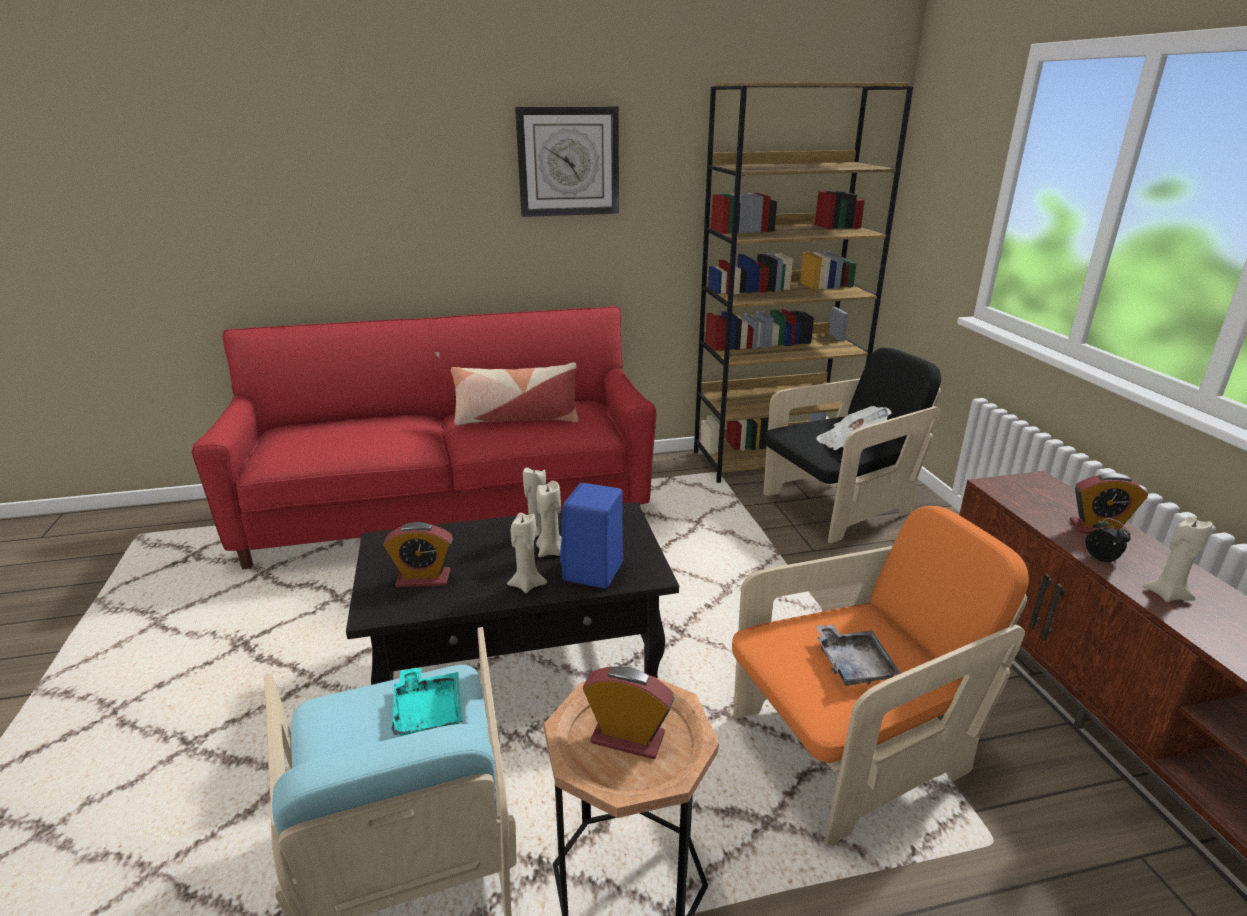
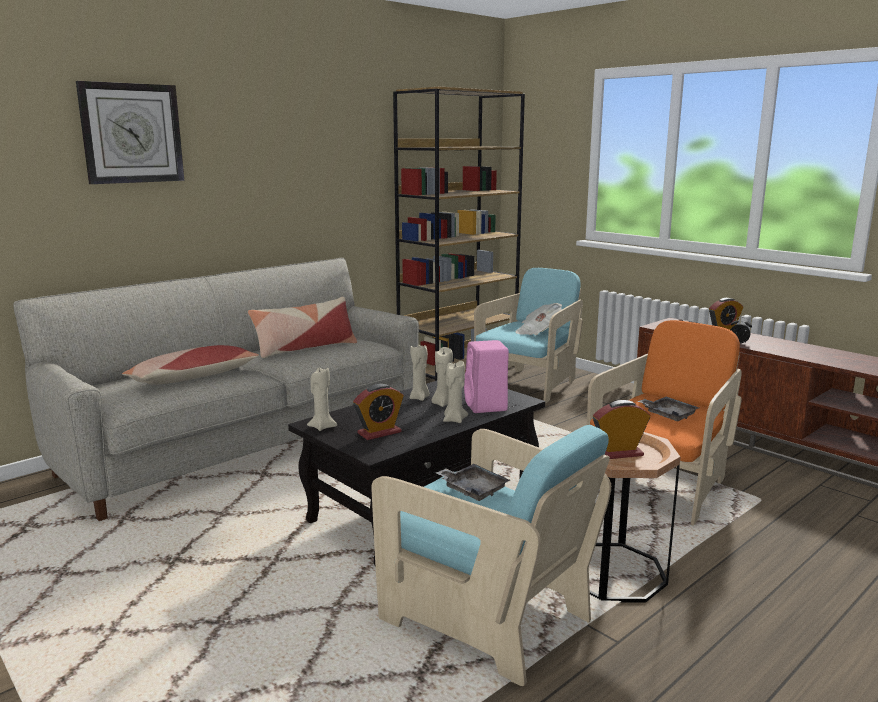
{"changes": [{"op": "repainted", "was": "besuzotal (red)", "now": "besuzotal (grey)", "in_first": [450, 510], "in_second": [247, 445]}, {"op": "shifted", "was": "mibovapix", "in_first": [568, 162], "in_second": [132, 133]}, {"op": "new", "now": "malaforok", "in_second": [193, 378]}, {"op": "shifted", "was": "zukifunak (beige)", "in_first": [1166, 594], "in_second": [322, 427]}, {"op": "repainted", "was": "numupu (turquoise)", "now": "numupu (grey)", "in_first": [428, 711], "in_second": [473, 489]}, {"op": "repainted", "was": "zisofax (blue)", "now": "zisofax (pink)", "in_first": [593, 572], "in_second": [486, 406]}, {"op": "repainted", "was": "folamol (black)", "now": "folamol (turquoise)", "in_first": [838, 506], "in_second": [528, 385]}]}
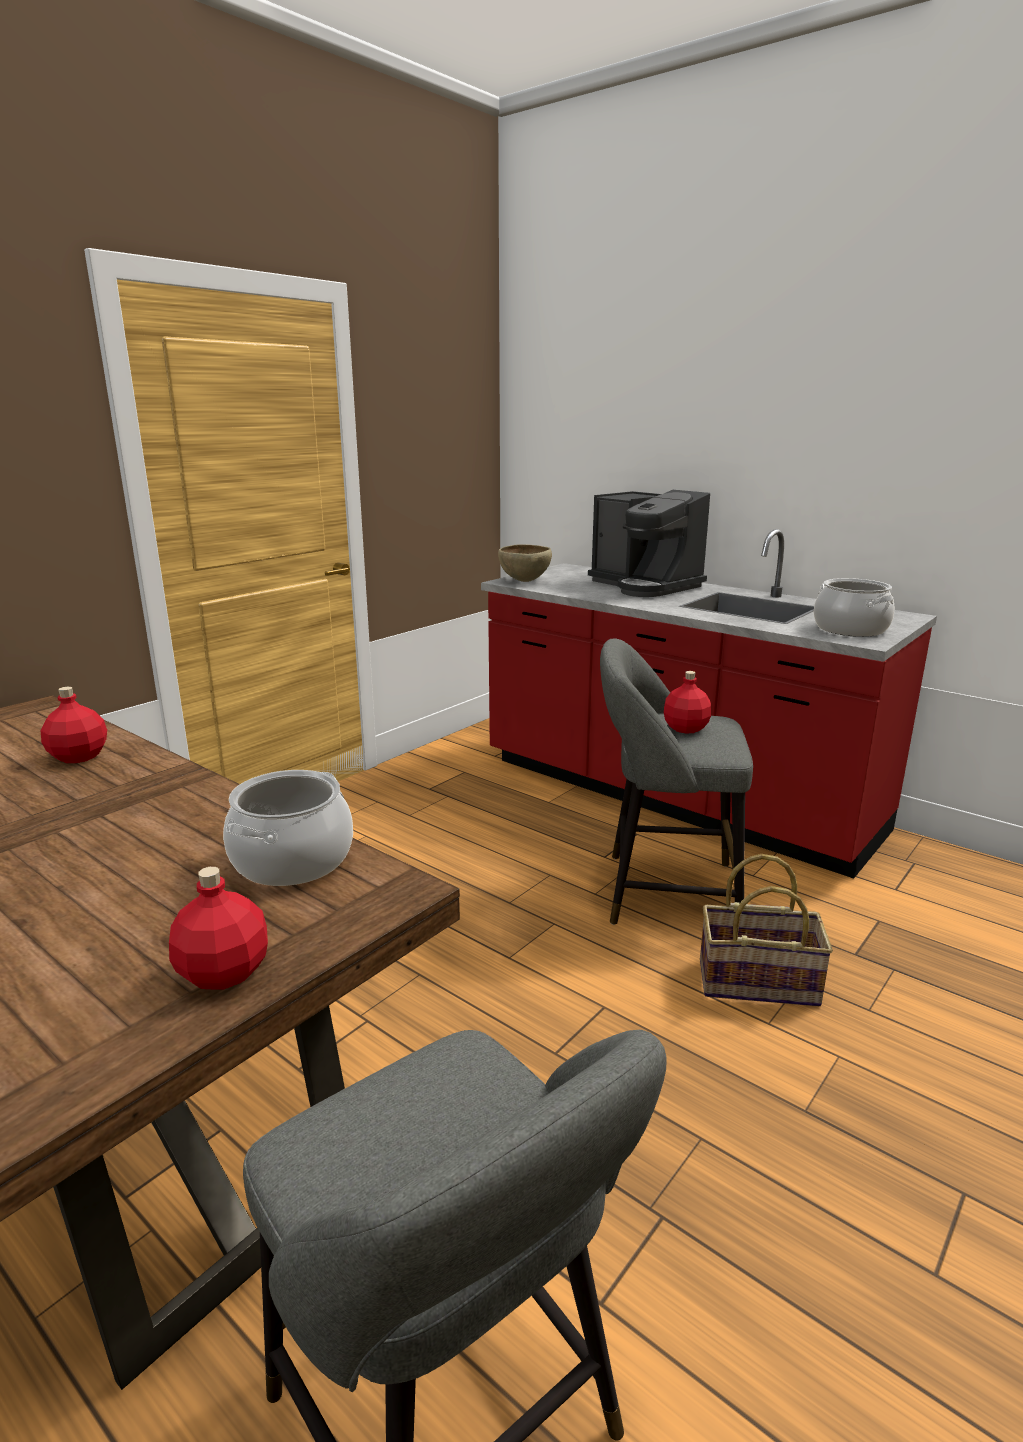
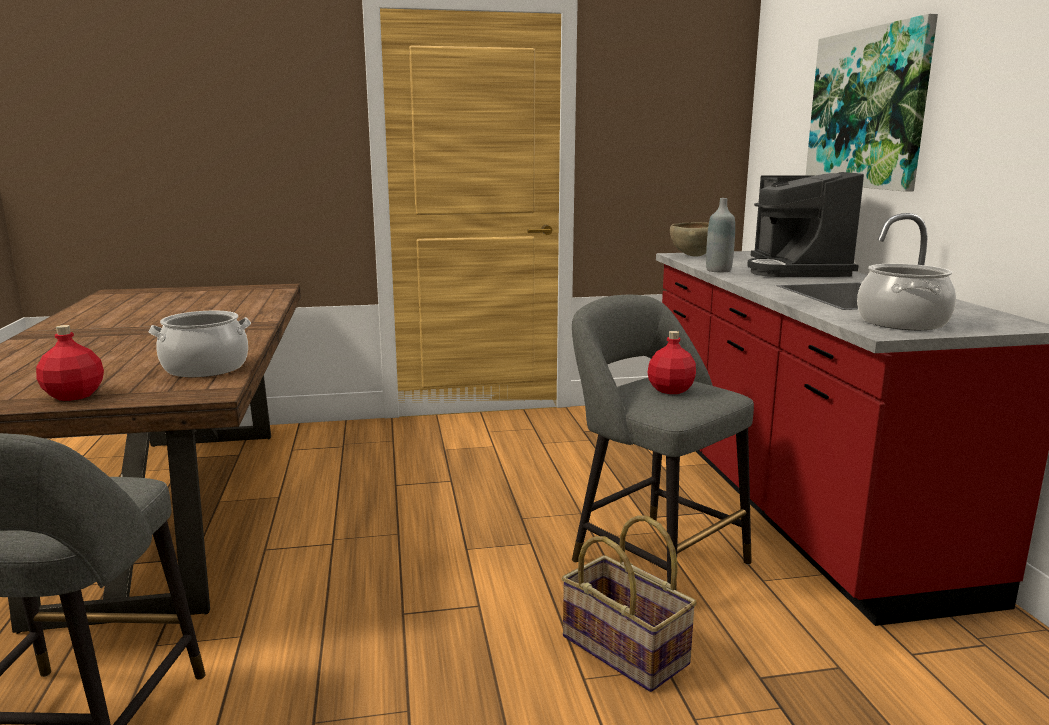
{"changes": [{"op": "new", "now": "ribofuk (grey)", "in_second": [718, 270]}, {"op": "new", "now": "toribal", "in_second": [867, 109]}, {"op": "gone", "was": "ribofuk (red)", "in_first": [80, 756]}]}
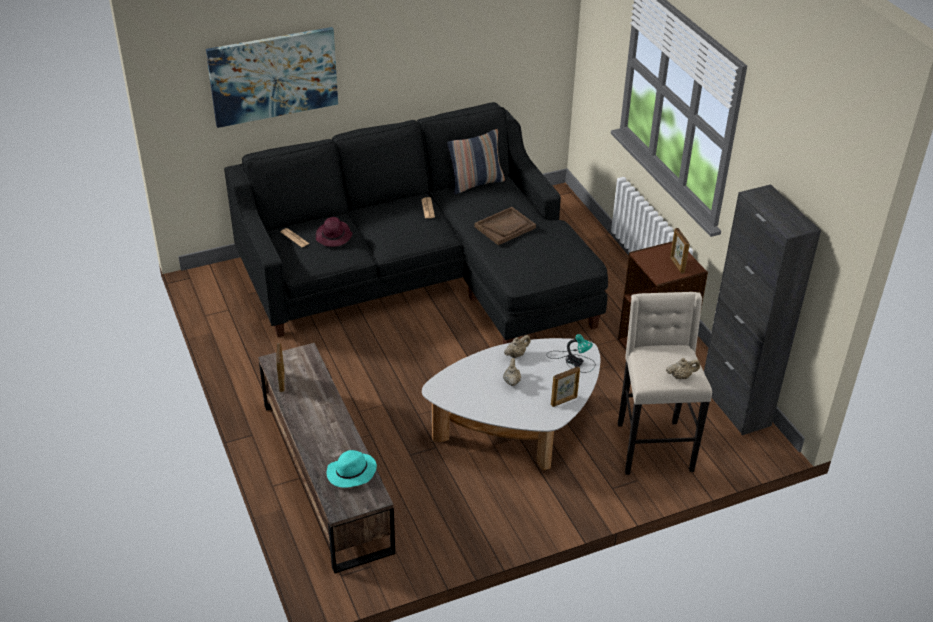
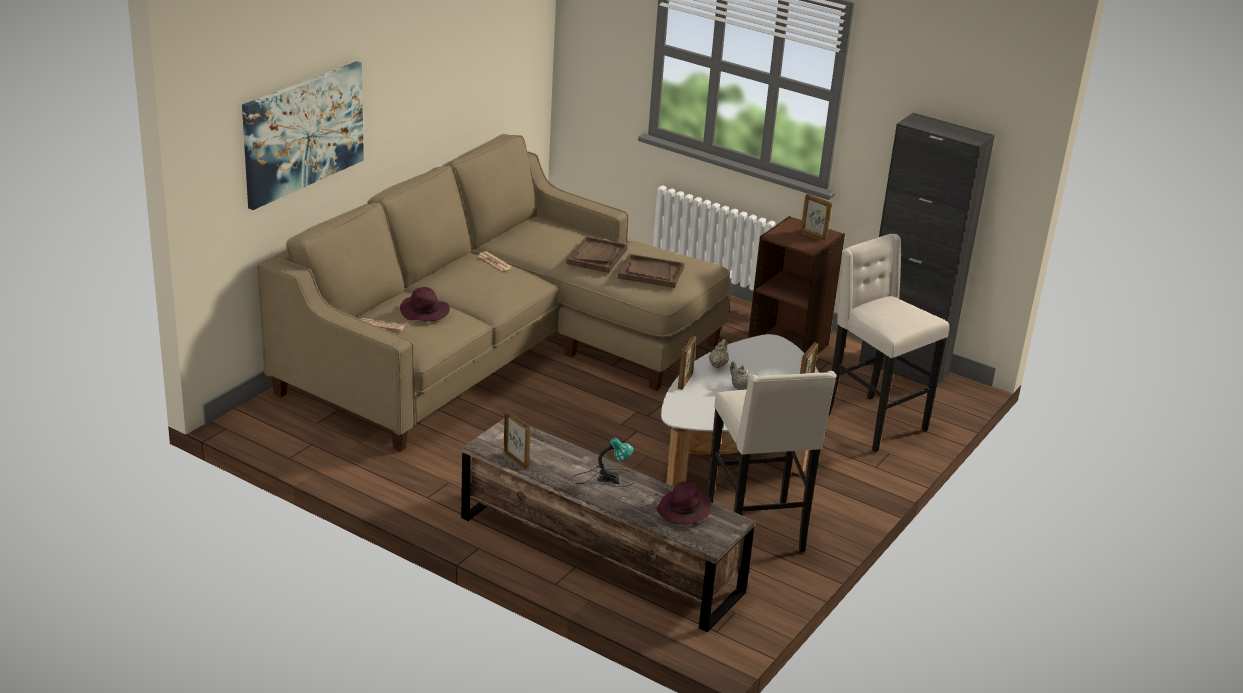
{"changes": [{"op": "repainted", "was": "besuzotal (black)", "now": "besuzotal (beige)", "in_first": [424, 276], "in_second": [497, 350]}, {"op": "shifted", "was": "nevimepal", "in_first": [573, 360], "in_second": [605, 477]}, {"op": "new", "now": "numupu (brown)", "in_second": [650, 273]}, {"op": "repainted", "was": "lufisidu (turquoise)", "now": "lufisidu (purple)", "in_first": [351, 473], "in_second": [684, 511]}, {"op": "new", "now": "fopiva", "in_second": [685, 381]}, {"op": "new", "now": "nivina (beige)", "in_second": [757, 531]}, {"op": "gone", "was": "malaforok", "in_first": [476, 183]}, {"op": "gone", "was": "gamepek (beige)", "in_first": [681, 376]}]}
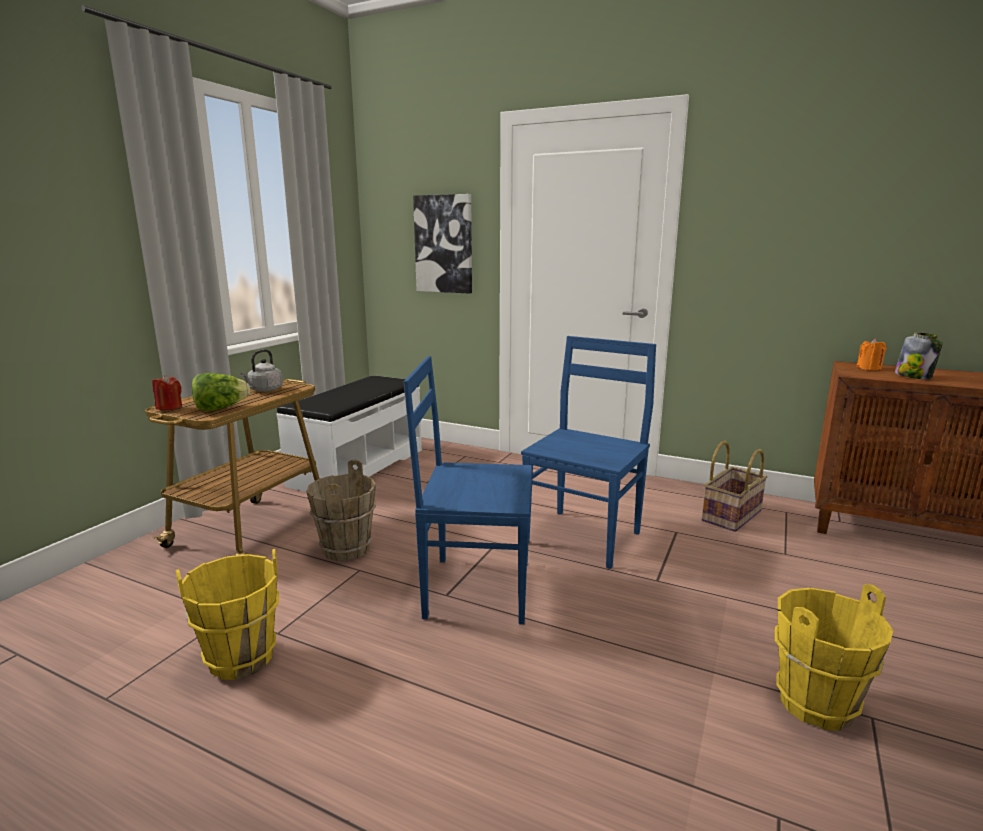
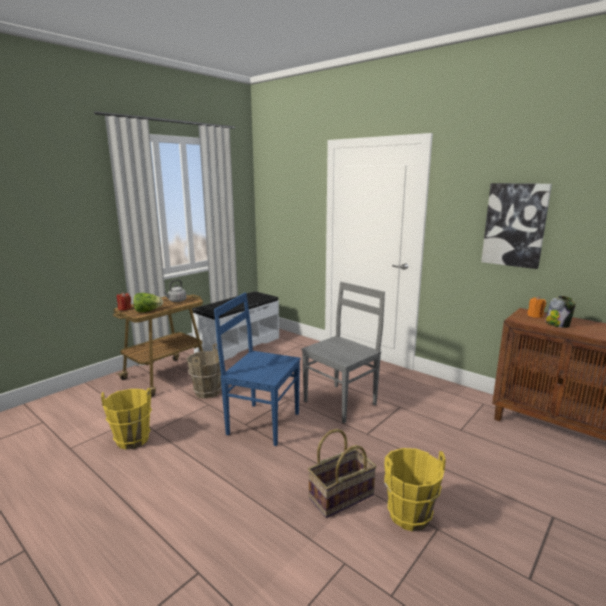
{"changes": [{"op": "repainted", "was": "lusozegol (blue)", "now": "lusozegol (grey)", "in_first": [584, 536], "in_second": [341, 402]}, {"op": "shifted", "was": "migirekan", "in_first": [730, 515], "in_second": [341, 496]}, {"op": "shifted", "was": "toribal", "in_first": [444, 244], "in_second": [515, 225]}]}
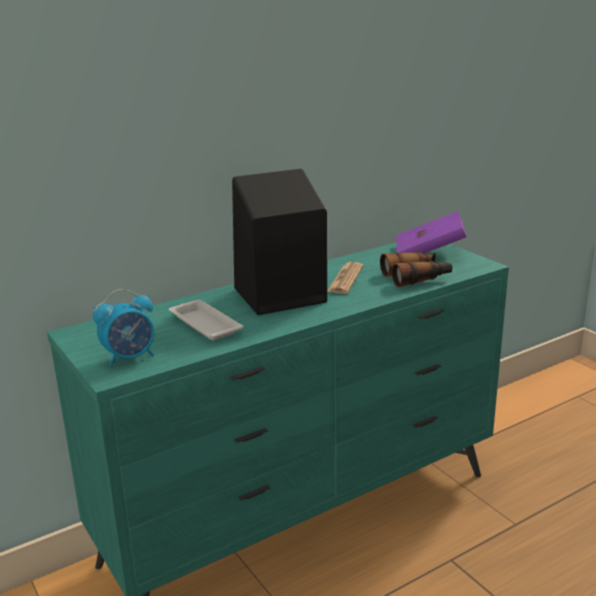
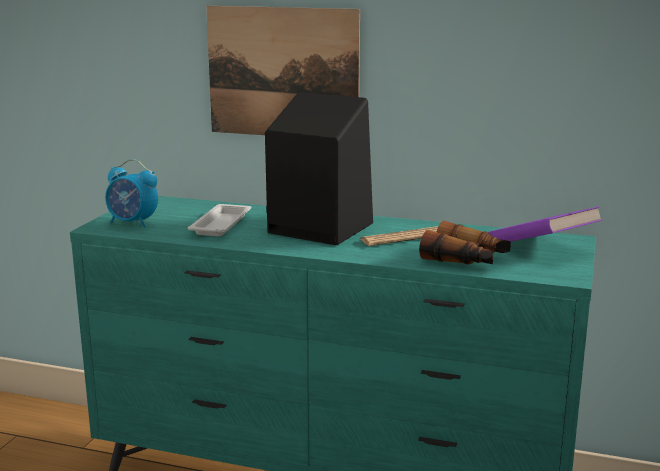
{"changes": [{"op": "new", "now": "toribal", "in_second": [283, 73]}]}
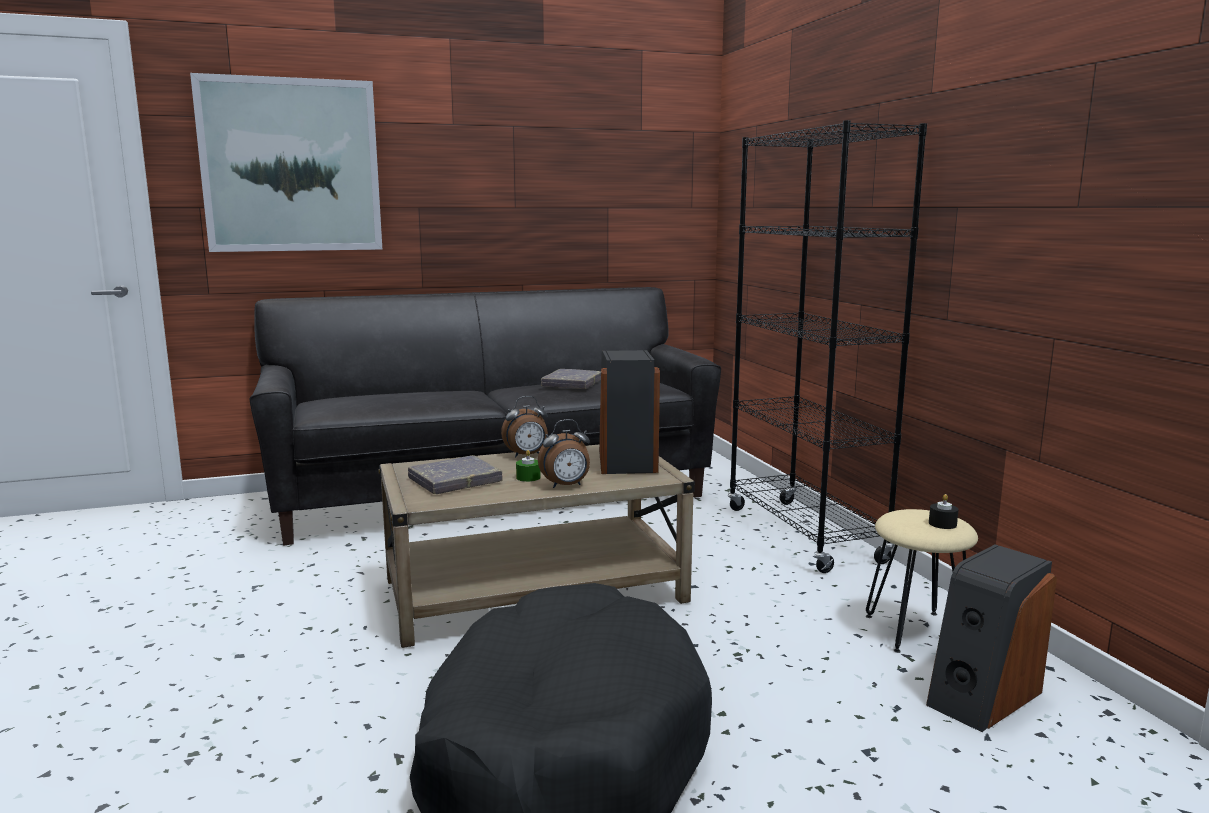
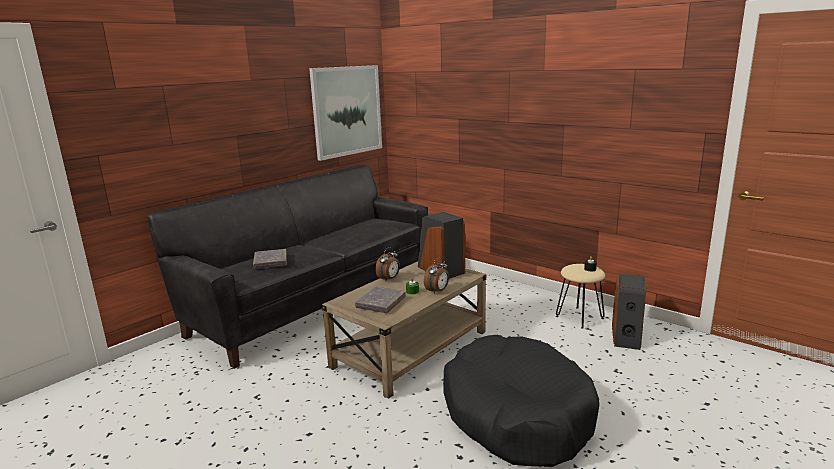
{"changes": [{"op": "shifted", "was": "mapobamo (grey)", "in_first": [572, 384], "in_second": [270, 261]}, {"op": "shifted", "was": "toribal", "in_first": [291, 166], "in_second": [347, 111]}, {"op": "gone", "was": "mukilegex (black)", "in_first": [804, 535]}]}
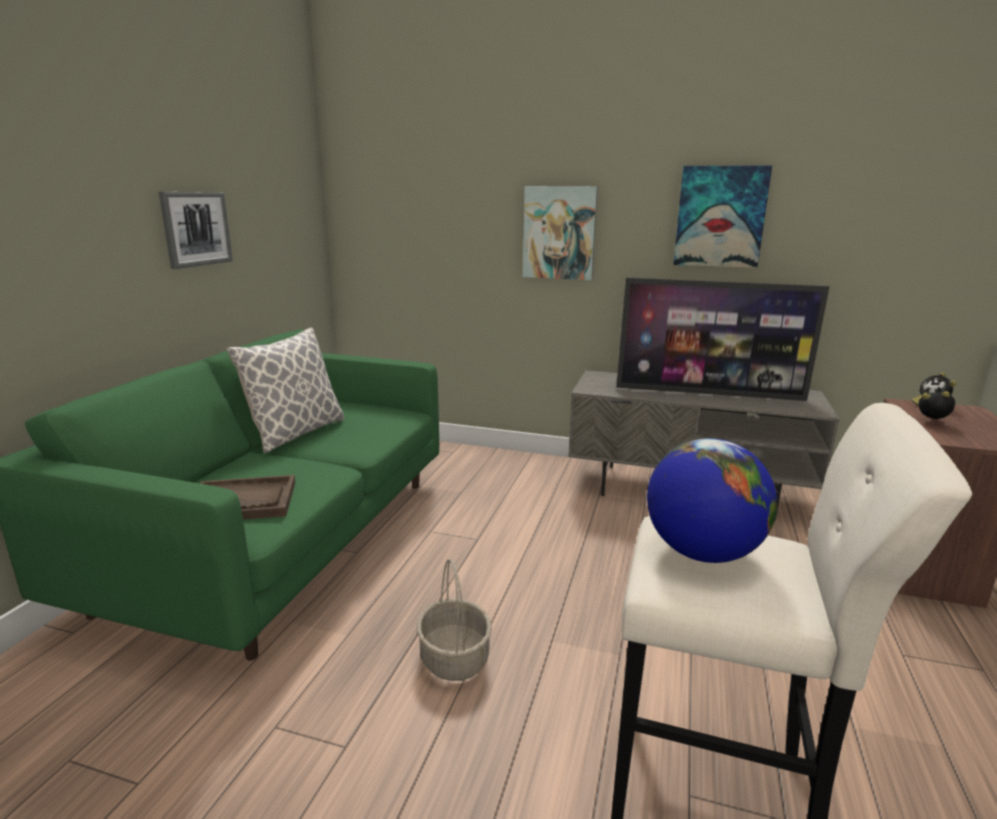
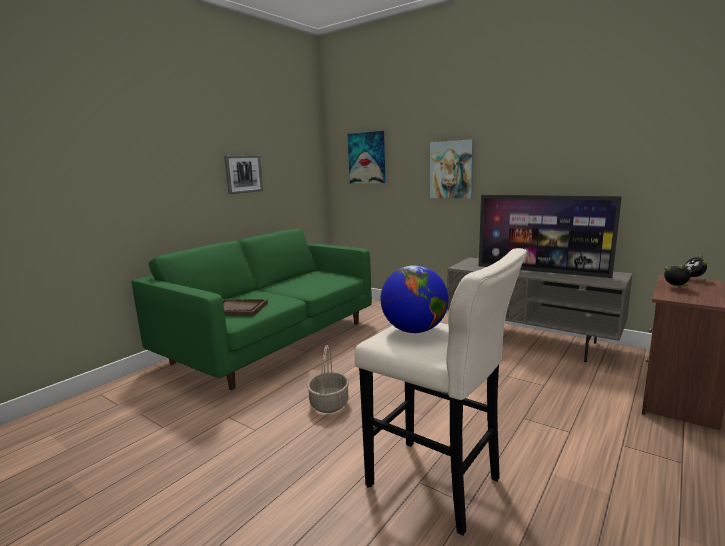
{"changes": [{"op": "shifted", "was": "toribal", "in_first": [720, 217], "in_second": [367, 158]}, {"op": "gone", "was": "malaforok", "in_first": [296, 433]}]}
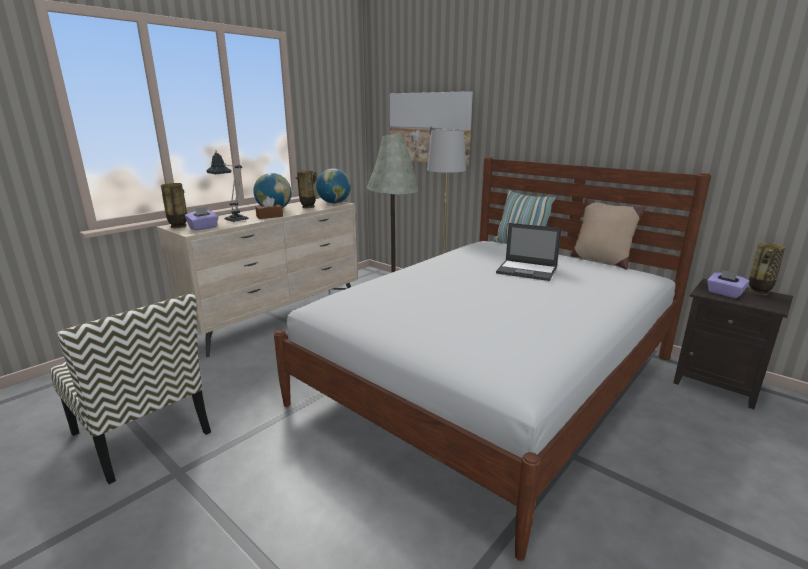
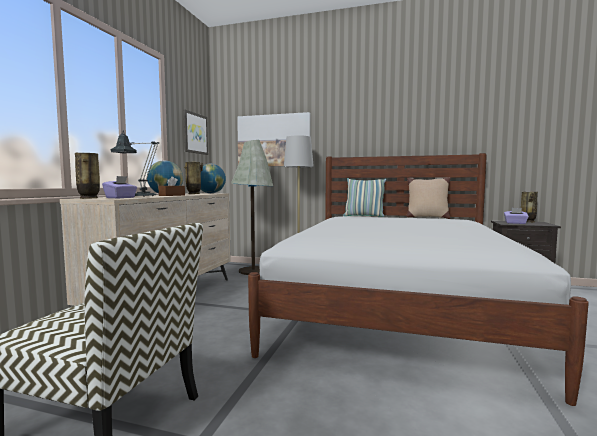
{"changes": [{"op": "new", "now": "toribal", "in_second": [195, 133]}, {"op": "gone", "was": "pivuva", "in_first": [527, 270]}]}
